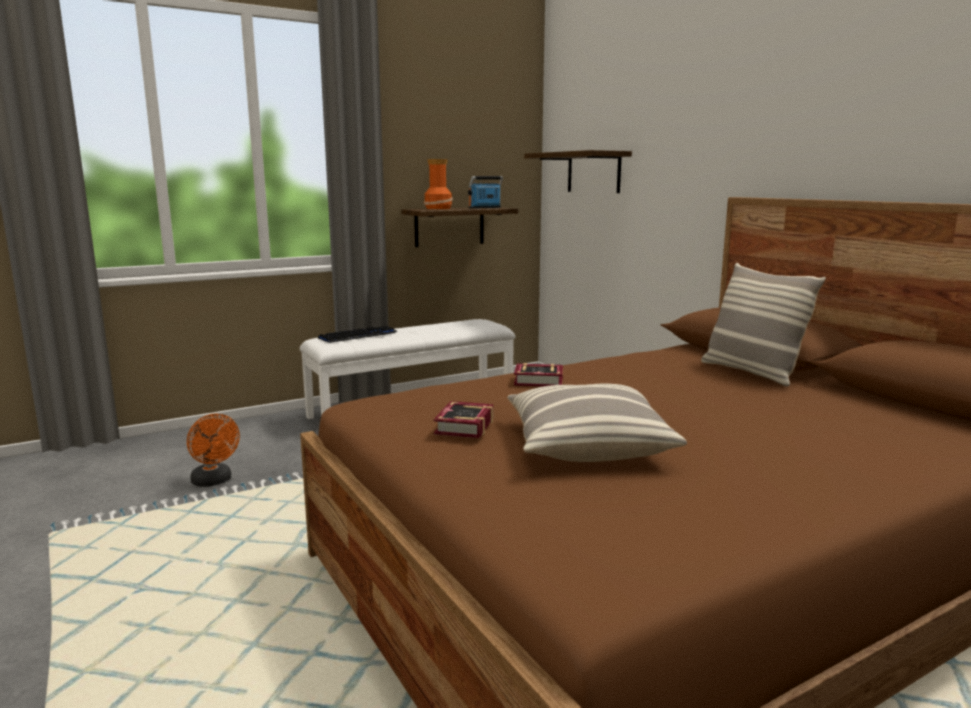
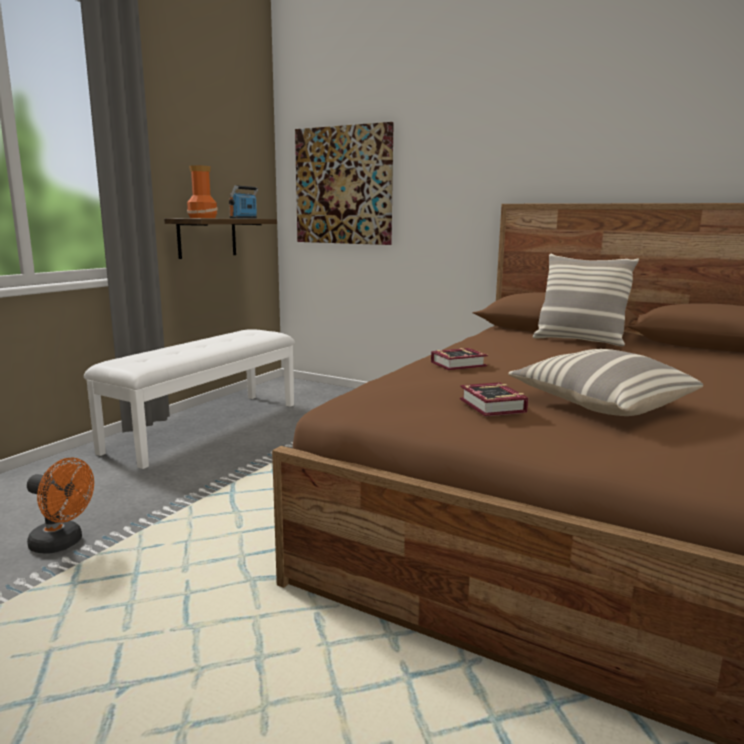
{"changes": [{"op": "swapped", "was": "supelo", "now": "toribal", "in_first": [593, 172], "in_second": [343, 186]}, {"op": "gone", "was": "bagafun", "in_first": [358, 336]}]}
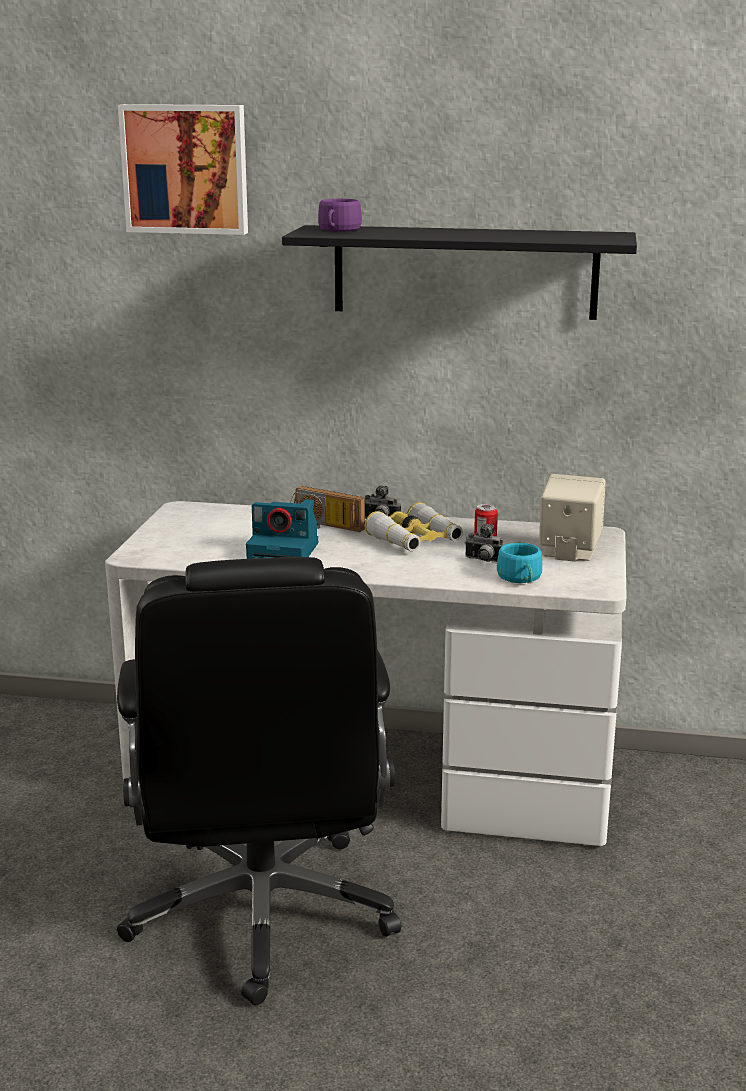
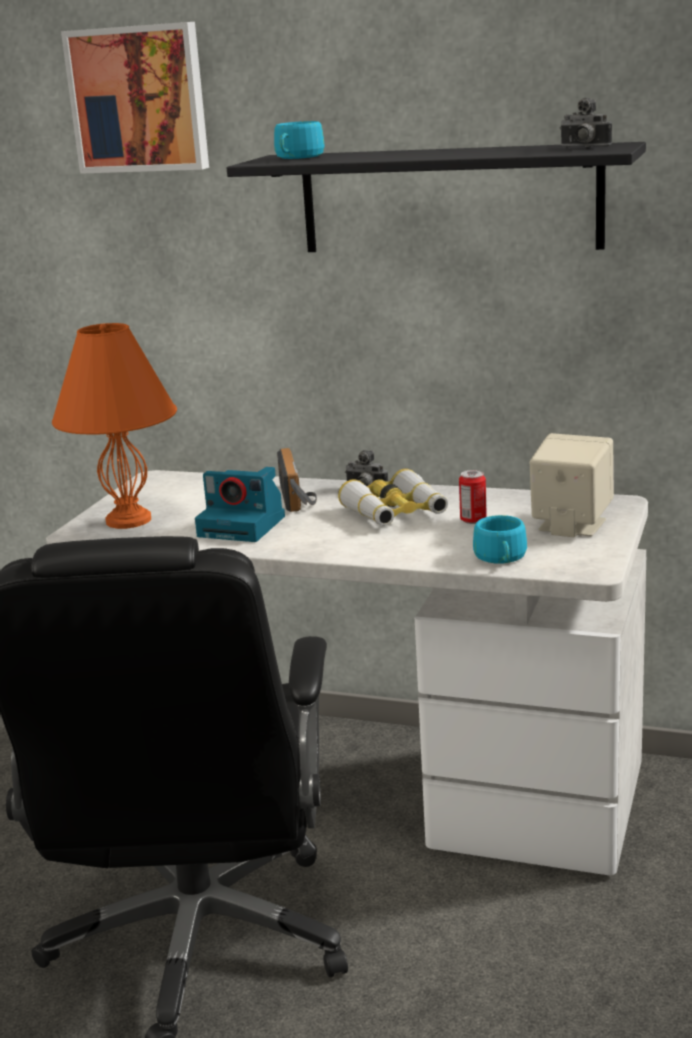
{"changes": [{"op": "new", "now": "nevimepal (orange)", "in_second": [127, 520]}, {"op": "repainted", "was": "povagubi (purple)", "now": "povagubi (turquoise)", "in_first": [338, 230], "in_second": [297, 157]}, {"op": "rotated", "was": "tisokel", "in_first": [323, 526], "in_second": [299, 497], "clockwise": -135}, {"op": "shifted", "was": "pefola", "in_first": [484, 561], "in_second": [584, 147]}]}
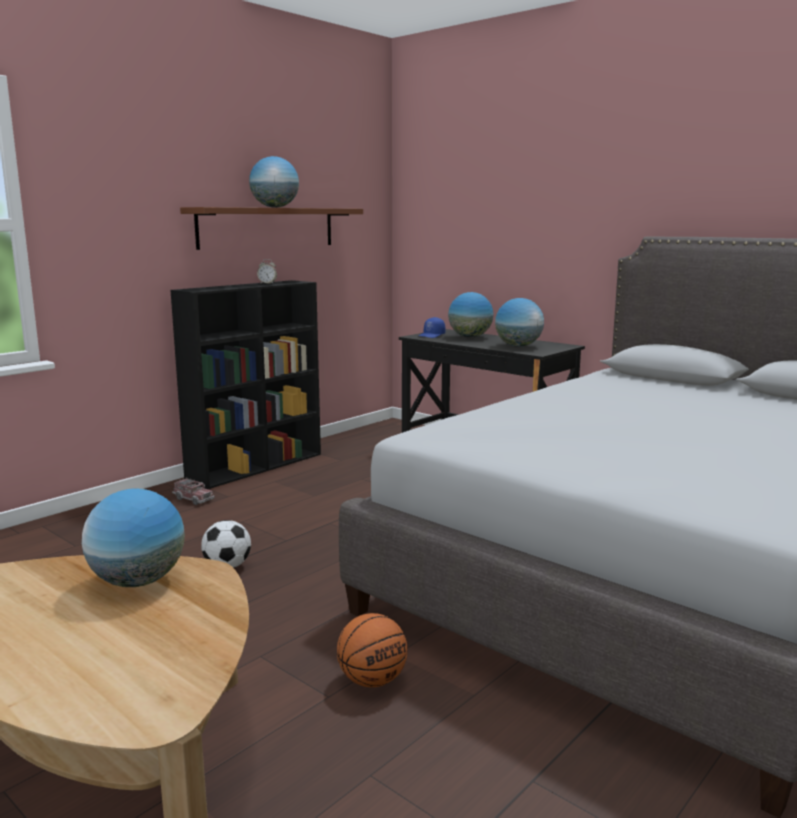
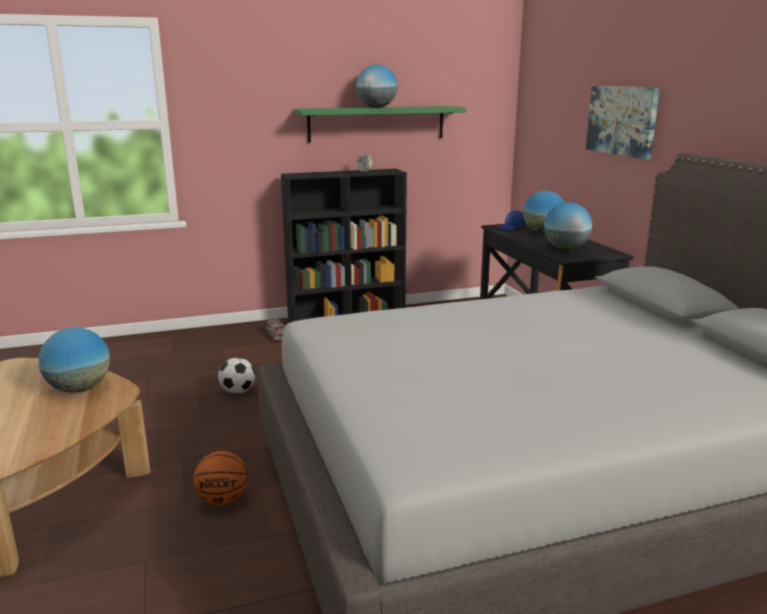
{"changes": [{"op": "repainted", "was": "supelo (brown)", "now": "supelo (green)", "in_first": [267, 227], "in_second": [376, 123]}, {"op": "new", "now": "toribal", "in_second": [622, 120]}]}
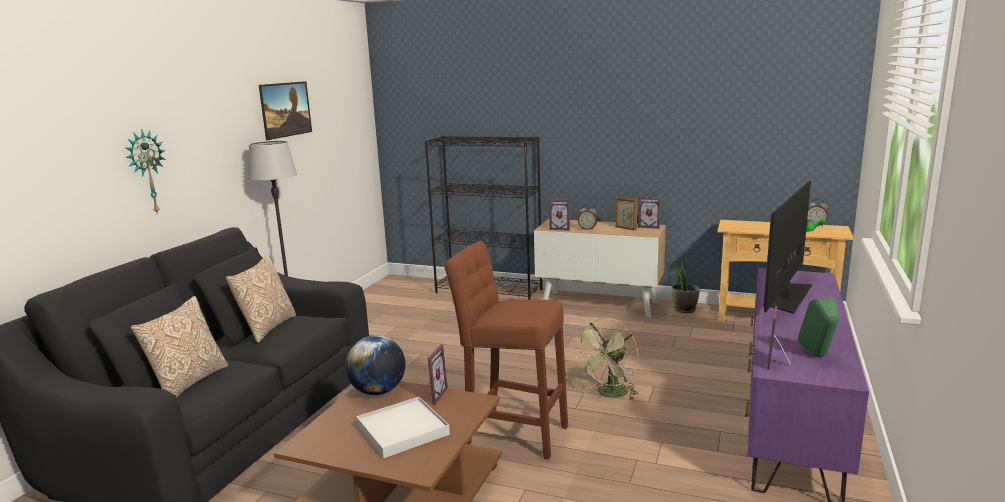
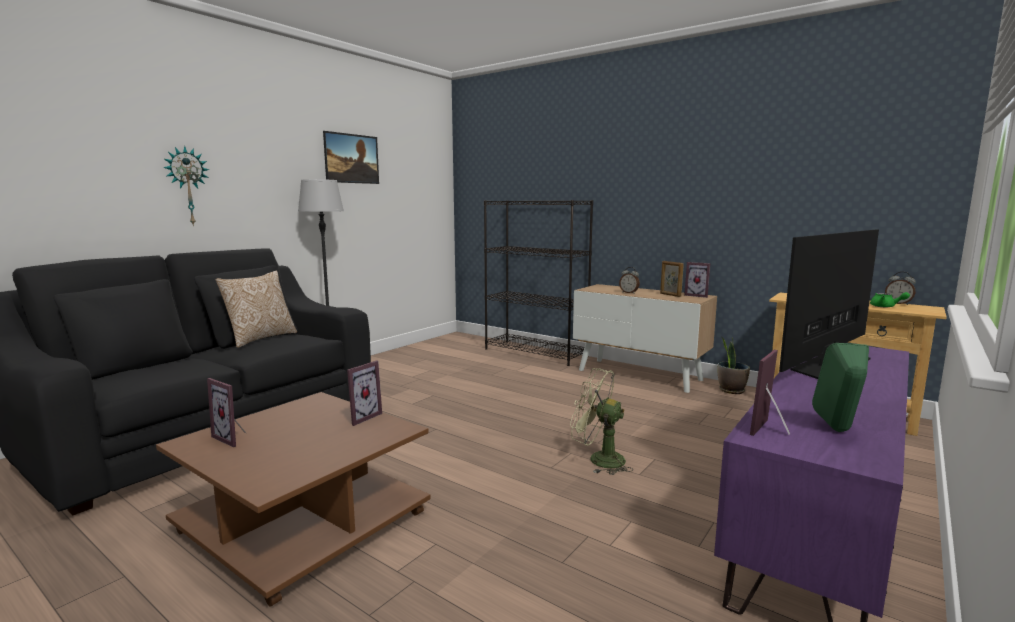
{"changes": [{"op": "shifted", "was": "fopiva", "in_first": [560, 228], "in_second": [234, 438]}, {"op": "rotated", "was": "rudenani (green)", "in_first": [610, 394], "in_second": [598, 459], "clockwise": 60}, {"op": "gone", "was": "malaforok", "in_first": [188, 383]}, {"op": "gone", "was": "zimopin", "in_first": [378, 391]}, {"op": "gone", "was": "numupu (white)", "in_first": [402, 430]}, {"op": "gone", "was": "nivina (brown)", "in_first": [511, 433]}]}
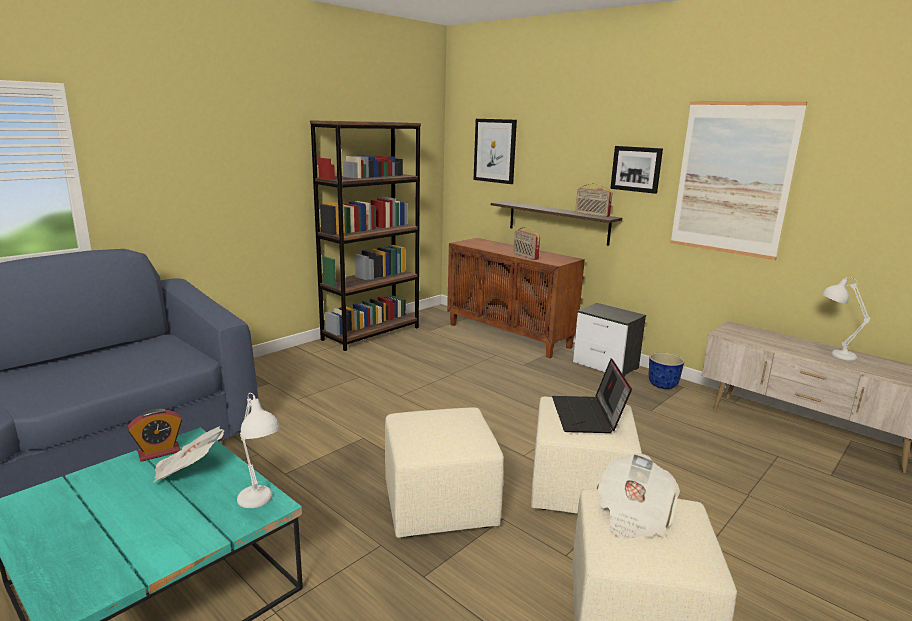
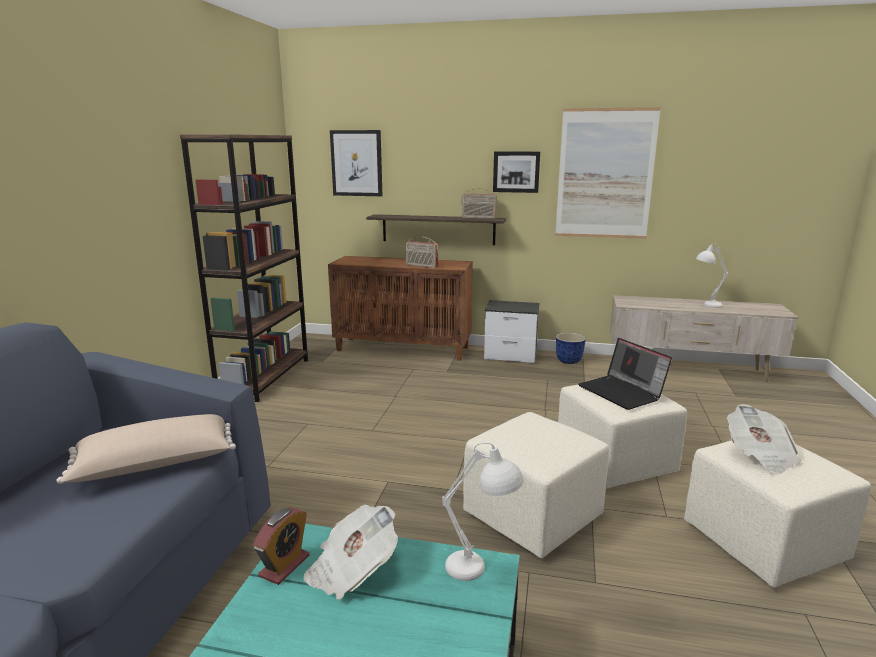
{"changes": [{"op": "new", "now": "malaforok (beige)", "in_second": [155, 466]}]}
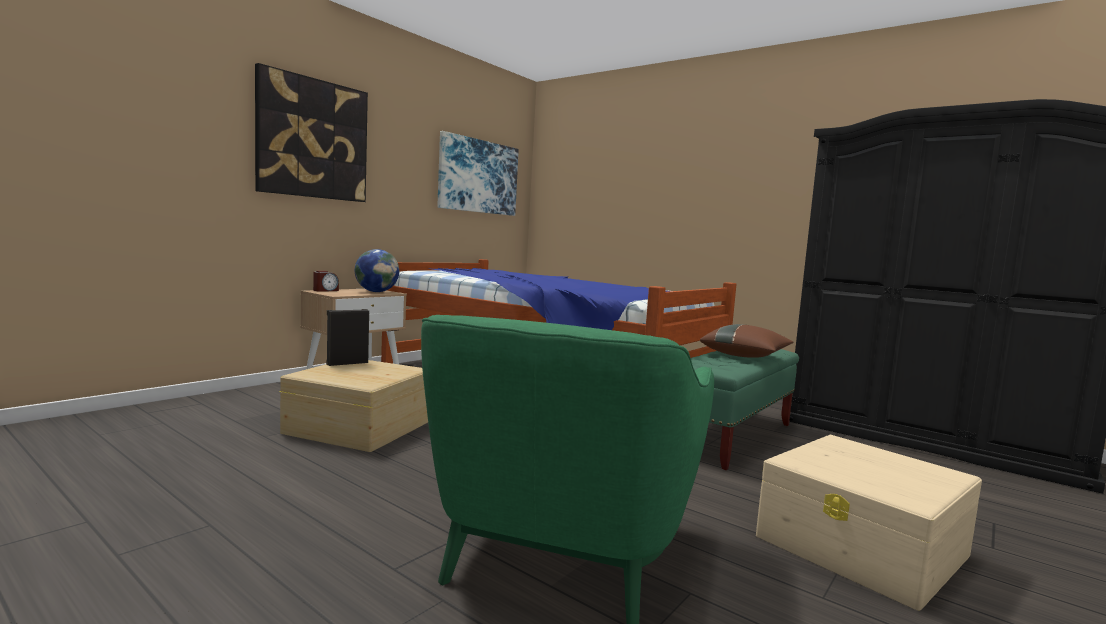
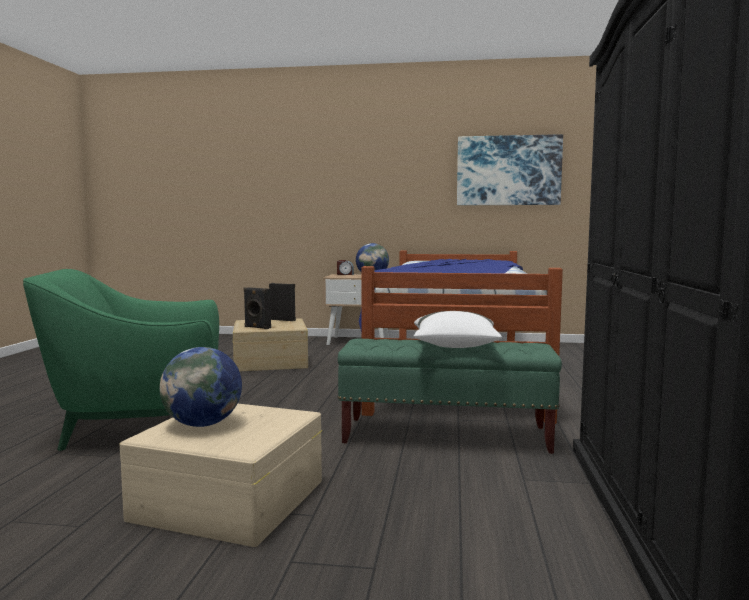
{"changes": [{"op": "new", "now": "zimopin", "in_second": [203, 424]}, {"op": "new", "now": "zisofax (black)", "in_second": [257, 327]}, {"op": "repainted", "was": "malaforok (brown)", "now": "malaforok (white)", "in_first": [745, 356], "in_second": [455, 346]}, {"op": "gone", "was": "toribal", "in_first": [313, 139]}]}
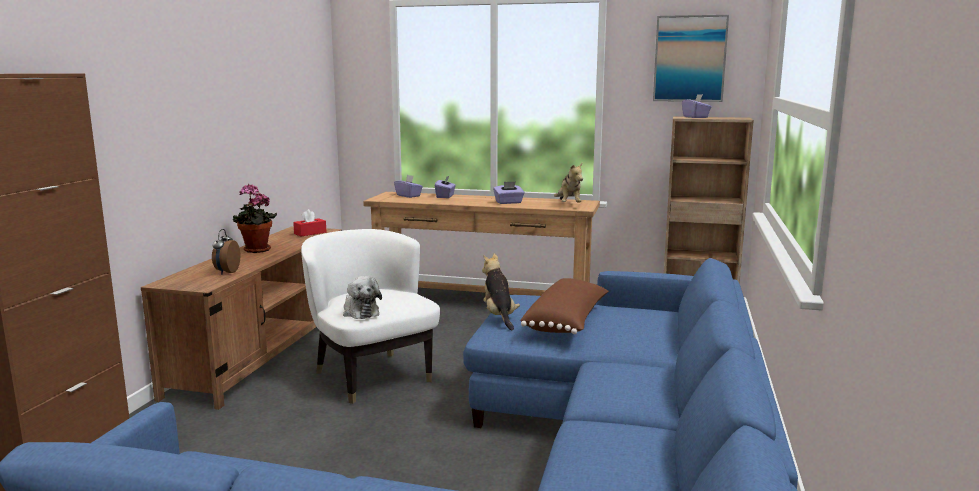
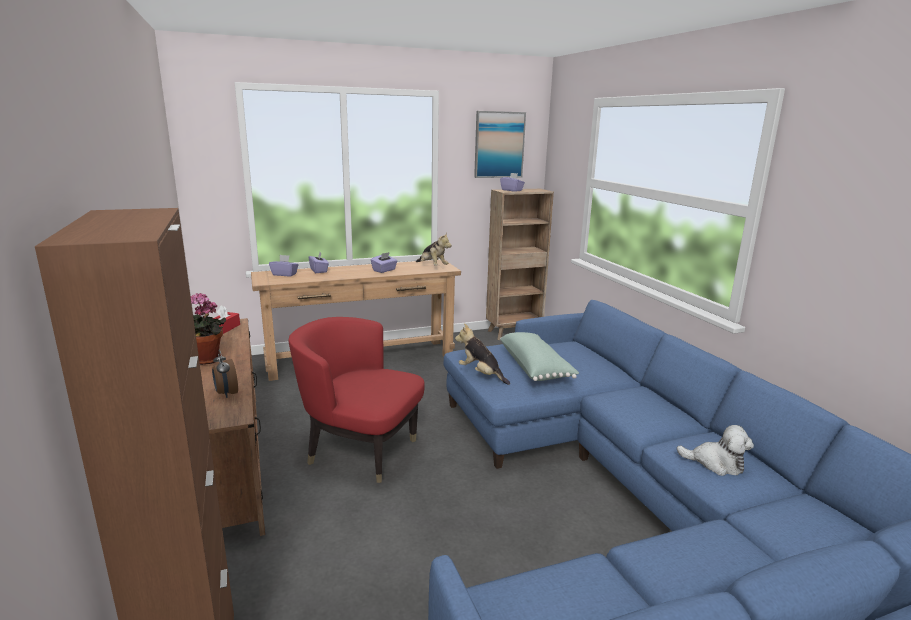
{"changes": [{"op": "repainted", "was": "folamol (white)", "now": "folamol (red)", "in_first": [371, 375], "in_second": [360, 450]}, {"op": "repainted", "was": "malaforok (brown)", "now": "malaforok (green)", "in_first": [568, 322], "in_second": [535, 367]}, {"op": "shifted", "was": "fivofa", "in_first": [360, 312], "in_second": [716, 463]}]}
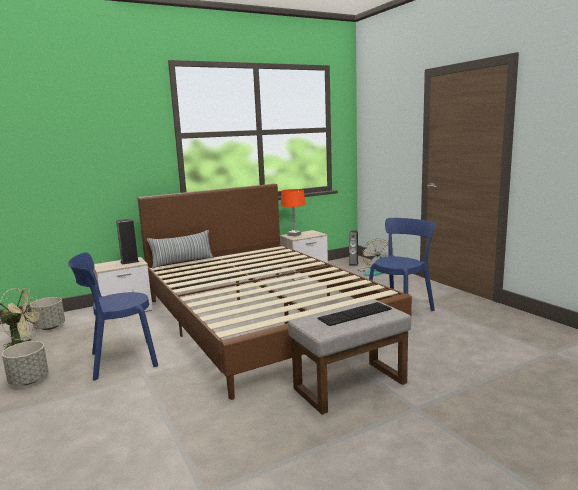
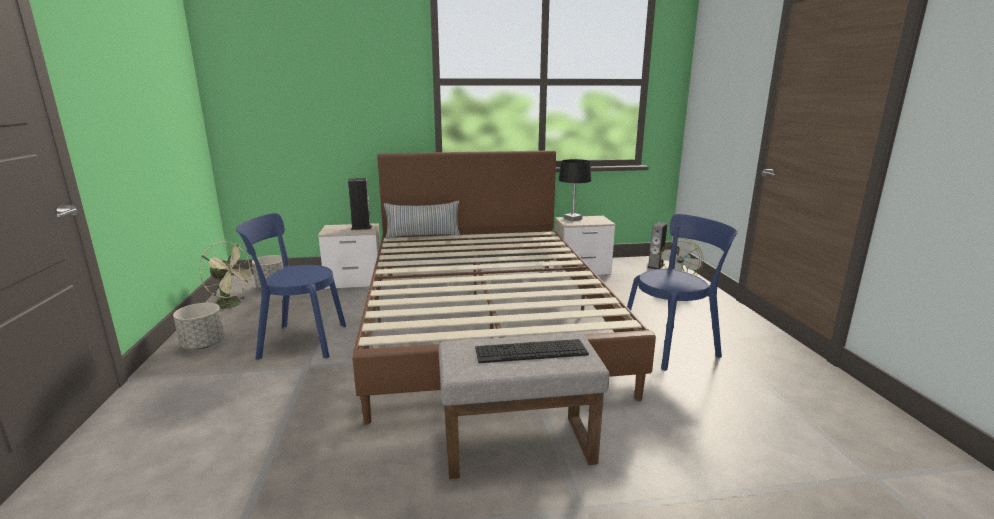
{"changes": [{"op": "repainted", "was": "nevimepal (orange)", "now": "nevimepal (black)", "in_first": [294, 235], "in_second": [573, 219]}]}
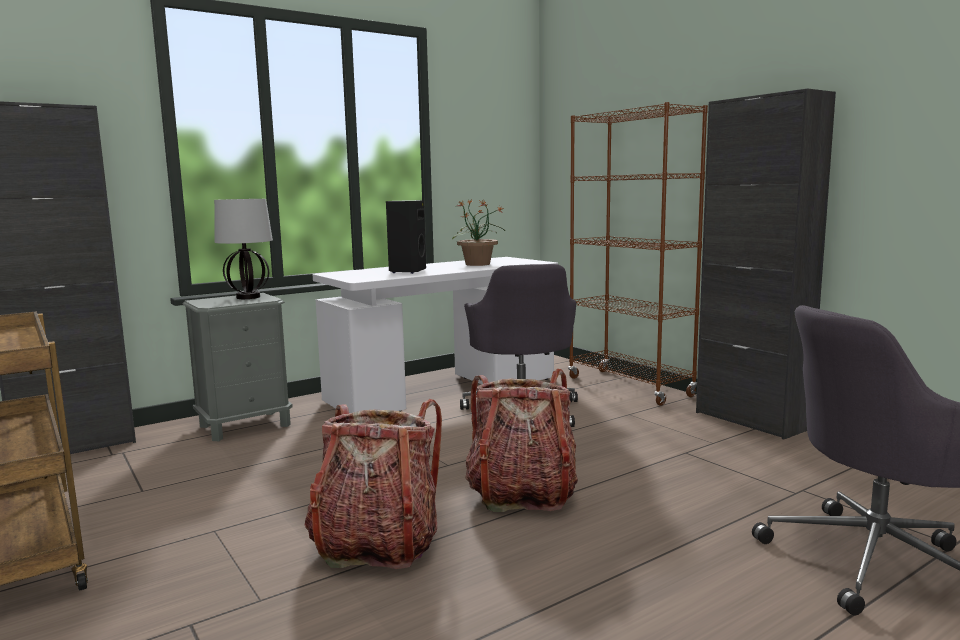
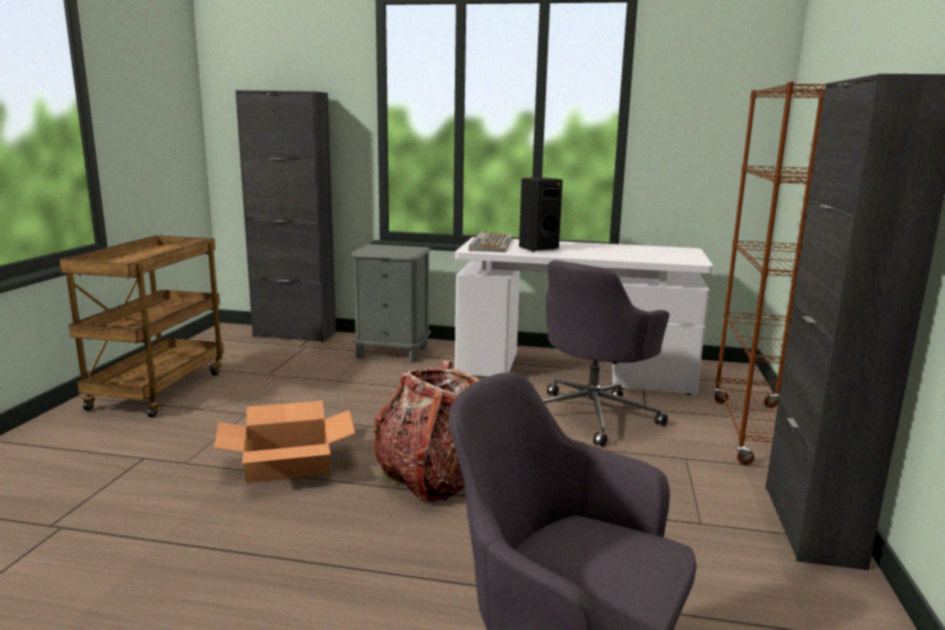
{"changes": [{"op": "swapped", "was": "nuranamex", "now": "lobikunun", "in_first": [377, 544], "in_second": [288, 464]}, {"op": "new", "now": "bagafun", "in_second": [491, 244]}, {"op": "gone", "was": "nevimepal", "in_first": [248, 297]}, {"op": "gone", "was": "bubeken", "in_first": [478, 264]}]}
